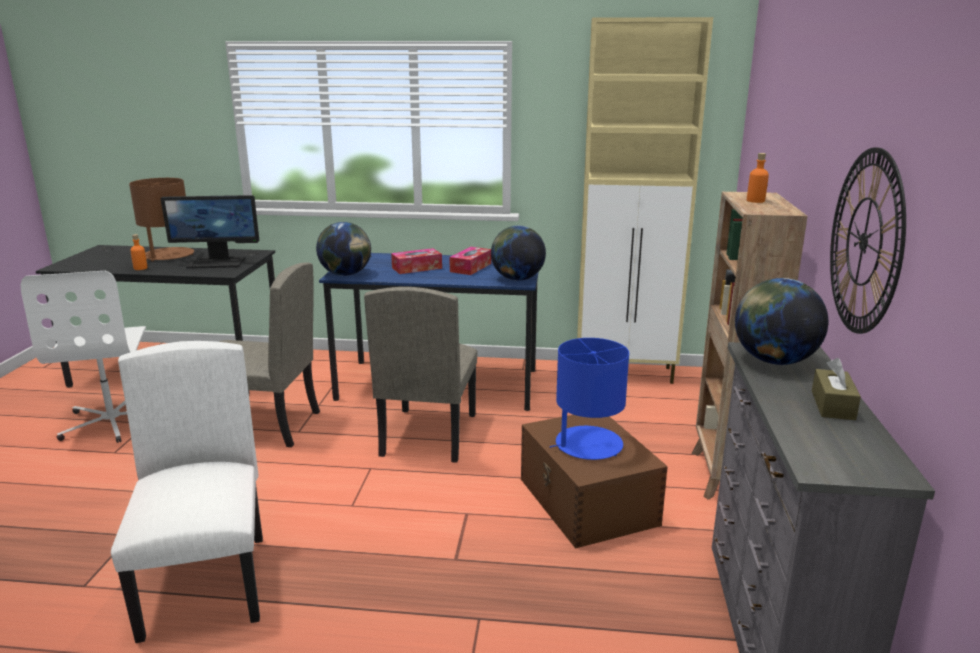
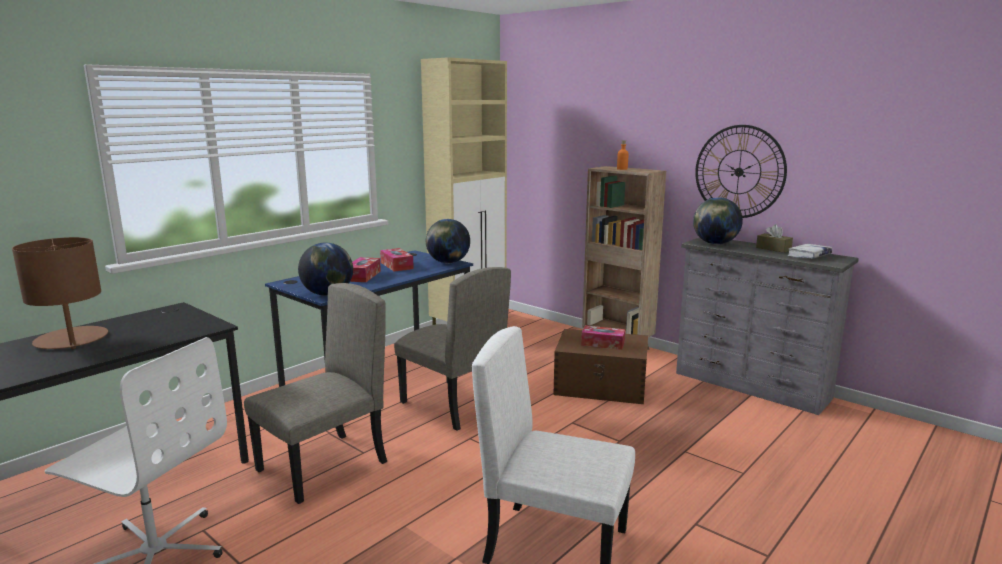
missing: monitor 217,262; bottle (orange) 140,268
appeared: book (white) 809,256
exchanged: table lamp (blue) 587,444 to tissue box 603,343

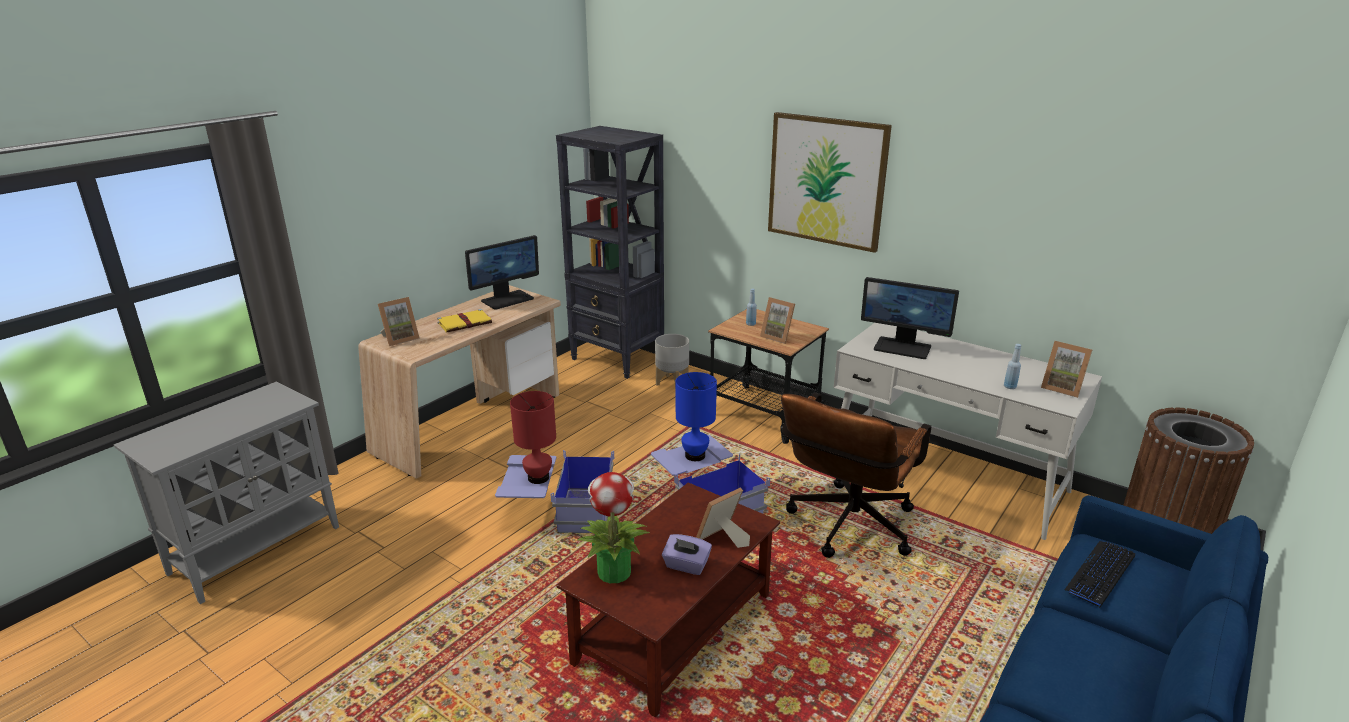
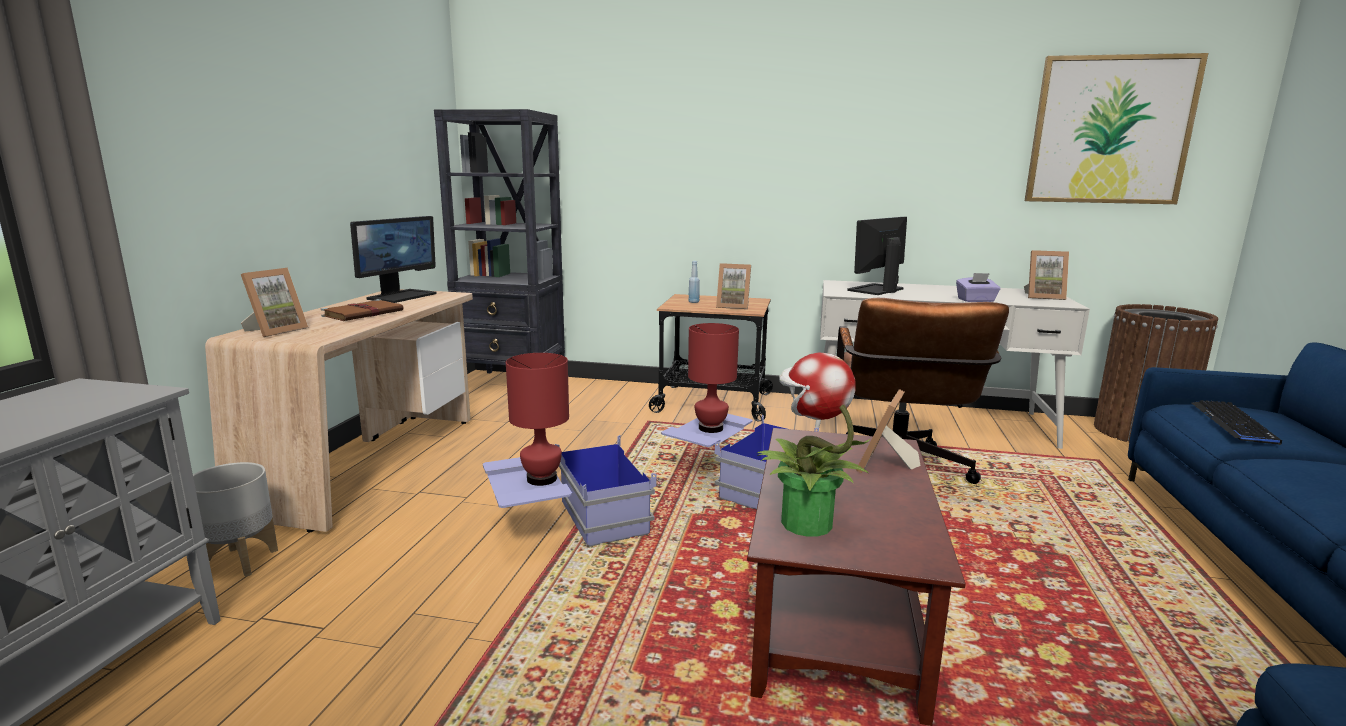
missing: bottle (blue) 1009,387
relocated: picture 826,181 to 1110,131; planter (grey) 672,382 to 239,562; tissue box (purple) 686,565 to 976,300
colour: book (yellow) 465,323 to book (brown) 364,313; table lamp (blue) 694,455 to table lamp (red) 710,428
spun: monitor 903,347 = 876,290 135 degrees clockwise

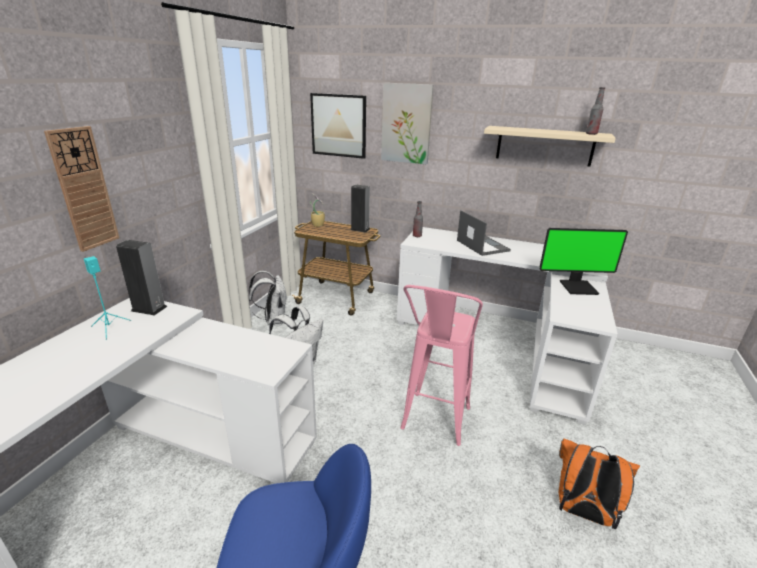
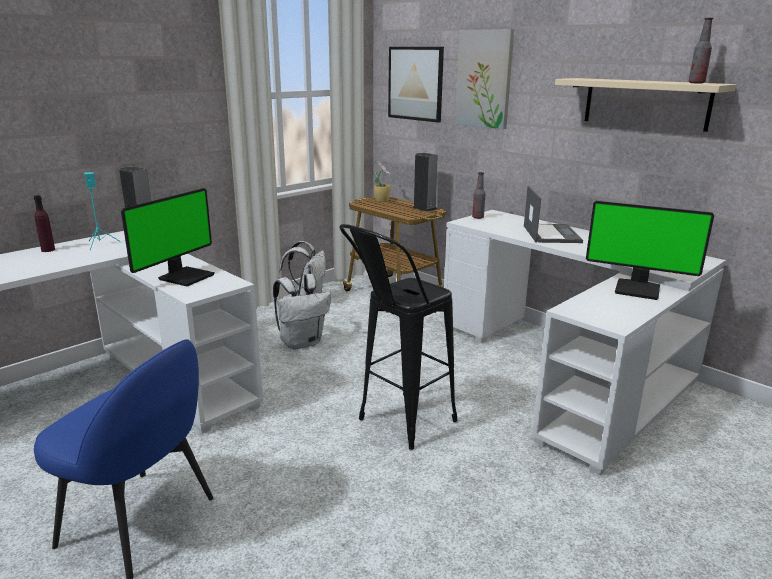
missing: wall clock 84,189; backpack (orange) 582,512
appeared: monitor 185,276; bottle (purple) 48,250
colour: stool (pink) 433,426 to stool (black) 397,426

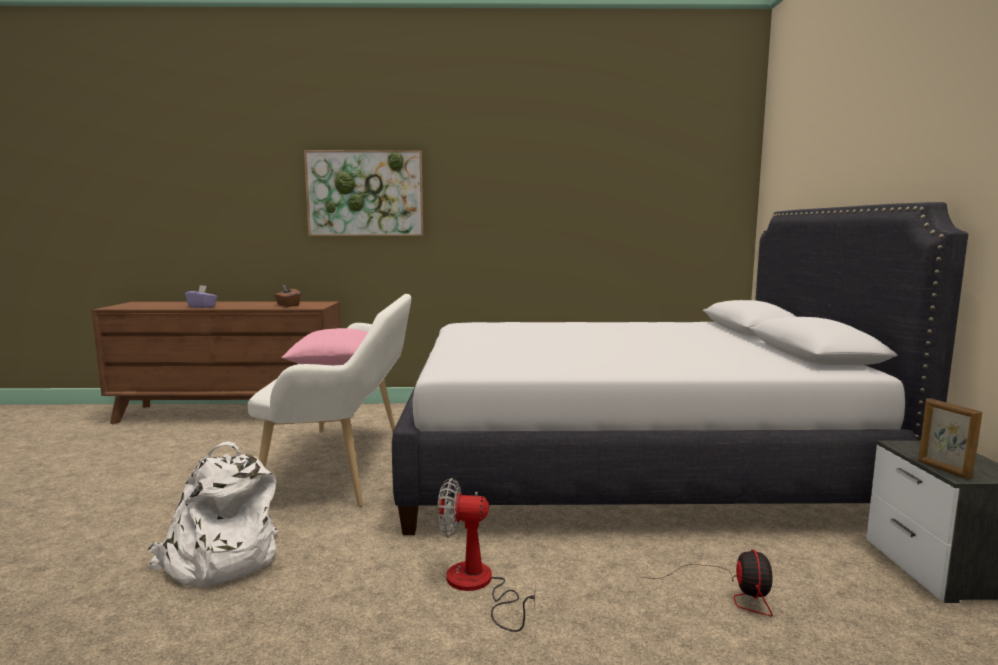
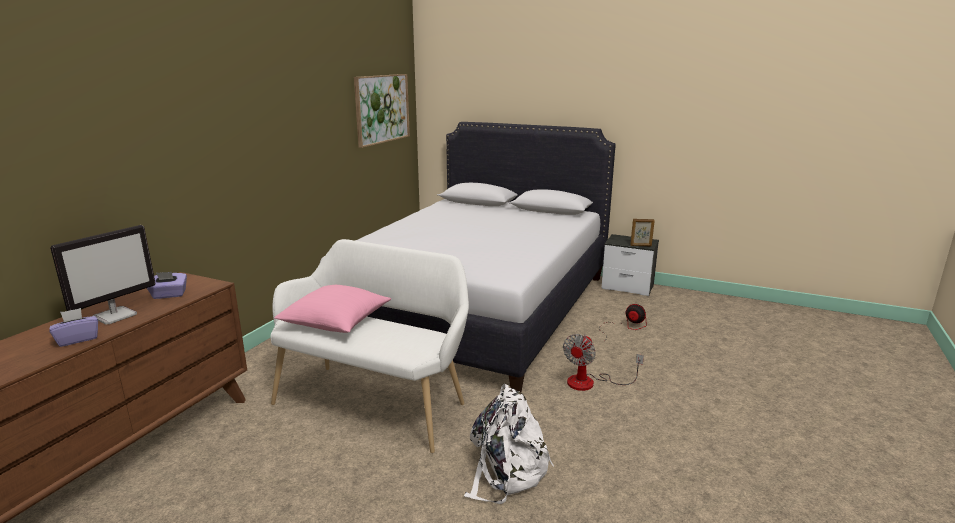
appeared: monitor 115,315
relocated: picture 365,193 to 382,108
colour: tissue box (brown) 287,305 to tissue box (purple) 169,295

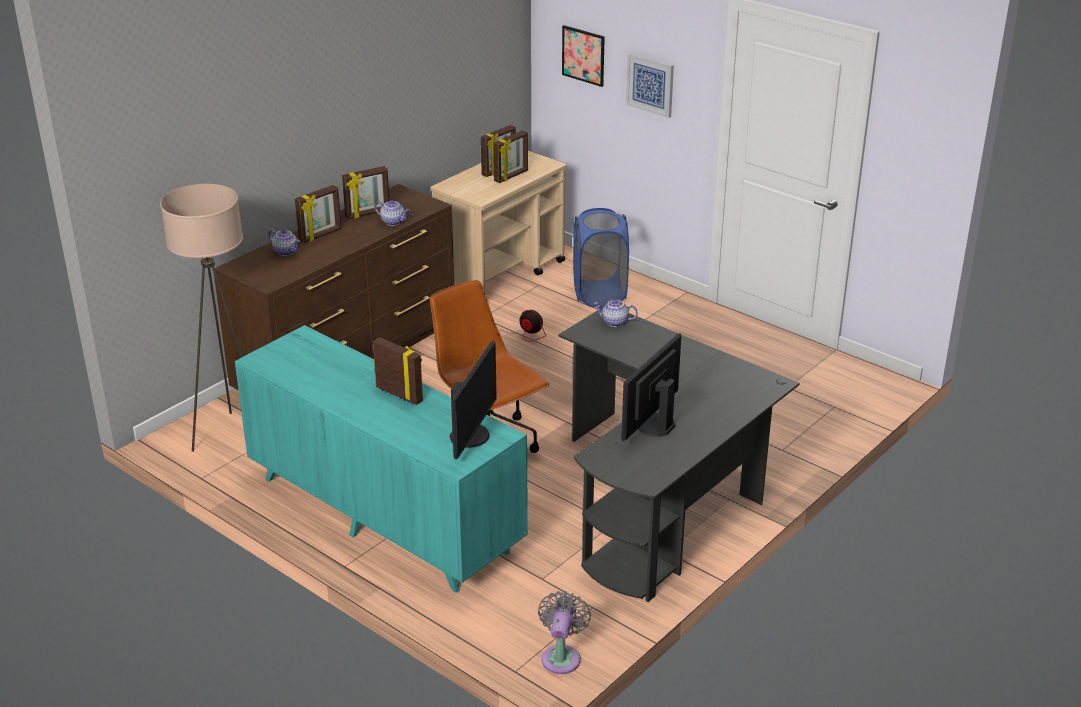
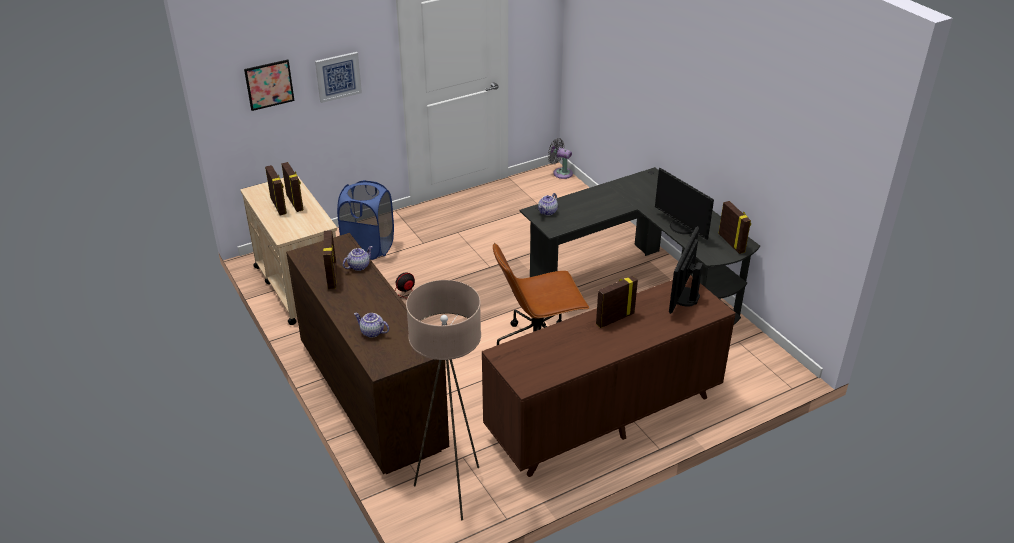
relocated: picture frame 321,235 to 732,243; fan (grey) 562,656 to 560,173
colour: dresser (turquoise) 383,514 to dresser (brown) 604,417
spun: teapot 286,252 = 371,332 120 degrees counterclockwise; monitor 471,436 = 683,296 105 degrees counterclockwise

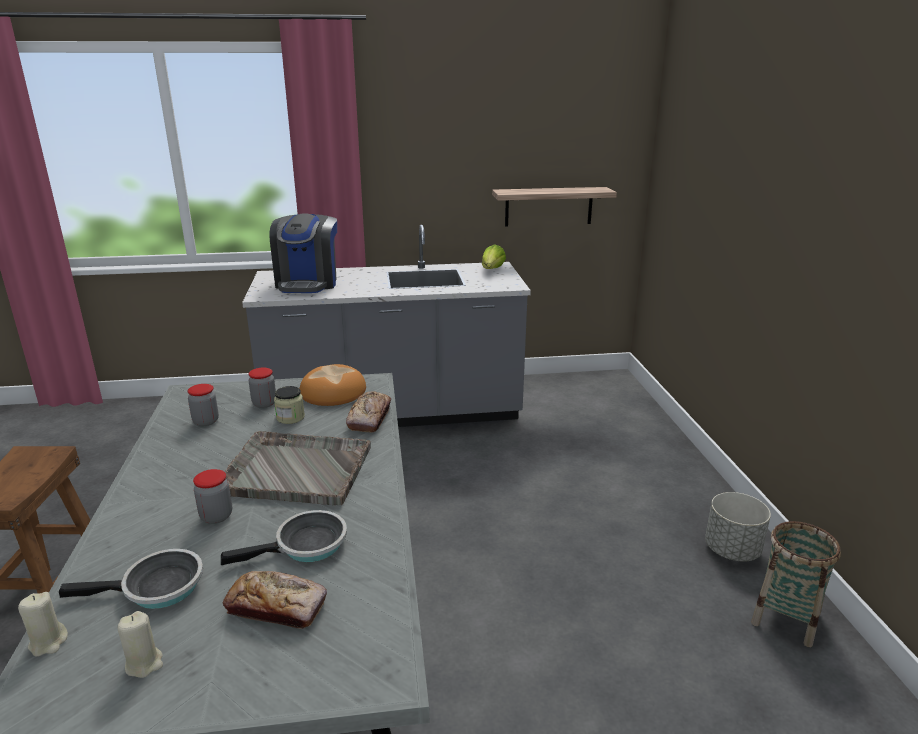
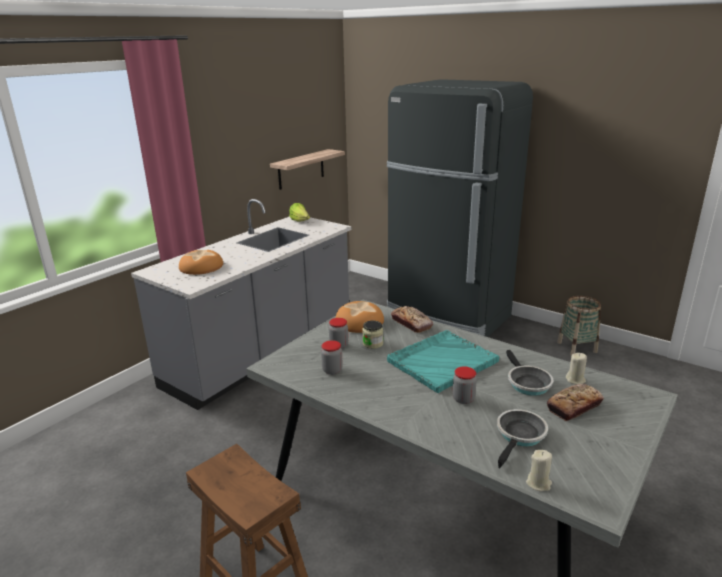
missing: planter (grey) 732,550
appeared: fridge (black) 448,318
relocated: candle (beige) 144,663 to 575,380
exchanged: coffee machine 308,283 to bread 201,267
colour: tray (grey) 295,470 to tray (turquoise) 441,362
spun: frying pan 306,546 = 527,383 150 degrees clockwise

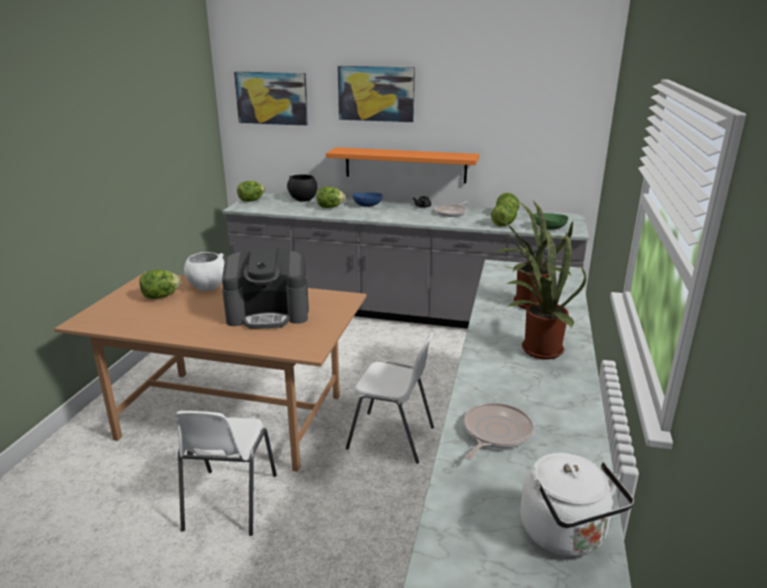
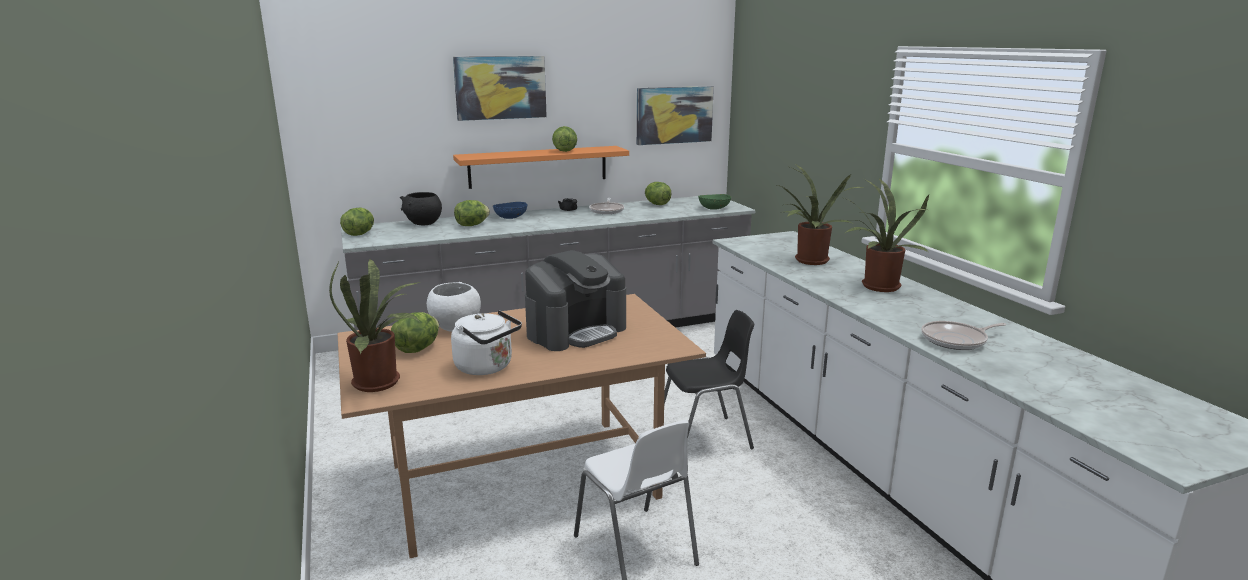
appeared: potted plant 382,382
relocated: picture 272,98 to 674,115; lettuce 503,224 to 565,151; kettle (white) 566,535 to 487,367
colour: chair (white) 392,438 to chair (black) 704,438
spun: frying pan 495,433 = 956,340 105 degrees counterclockwise

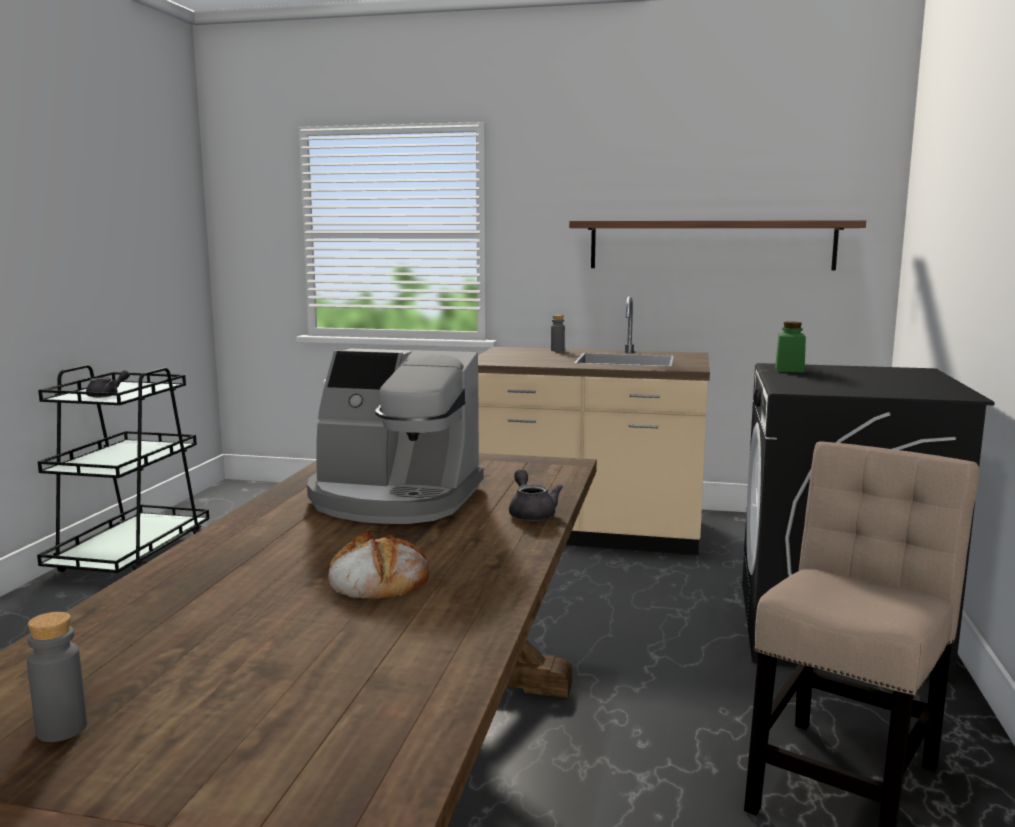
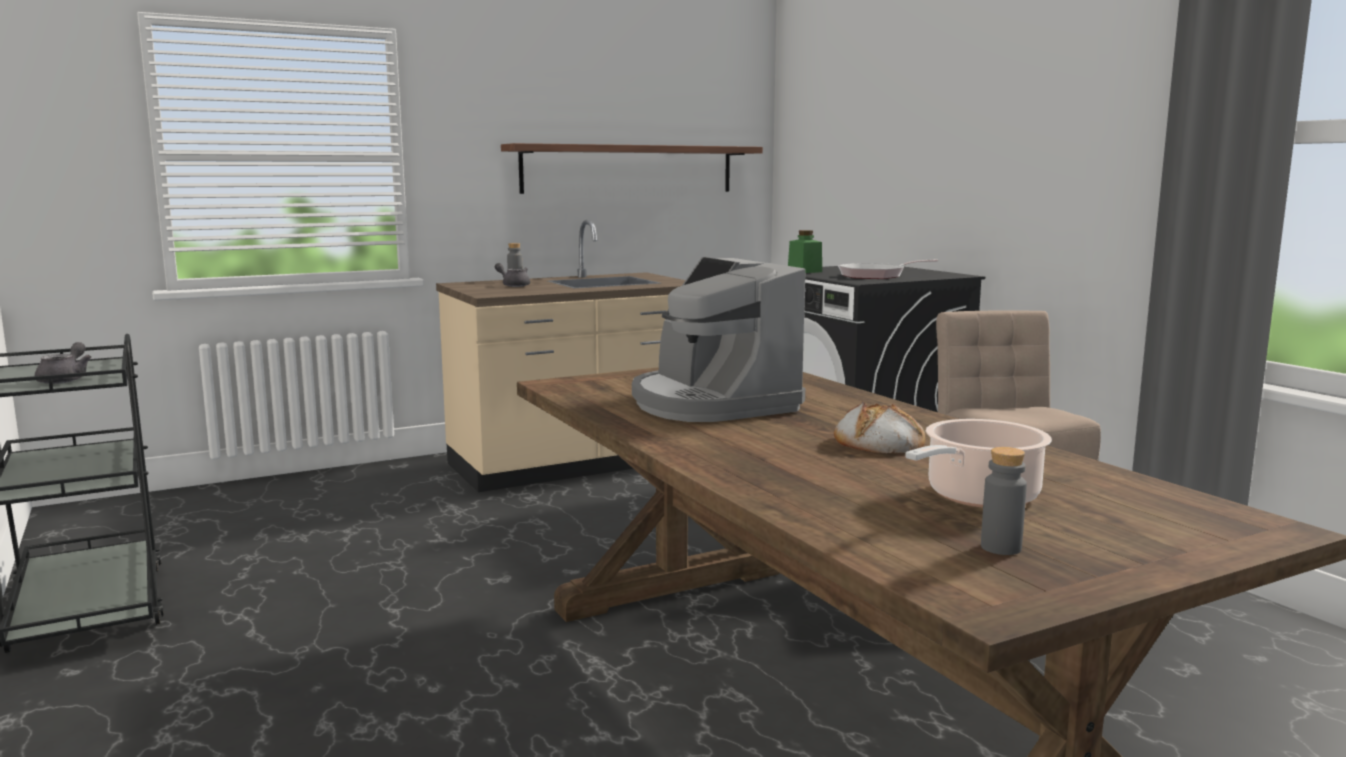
appeared: frying pan 876,276; cooking pot 978,497
relocated: teapot (grey) 531,513 to 513,285
spun: coffee machine 394,498 = 711,403 90 degrees clockwise

